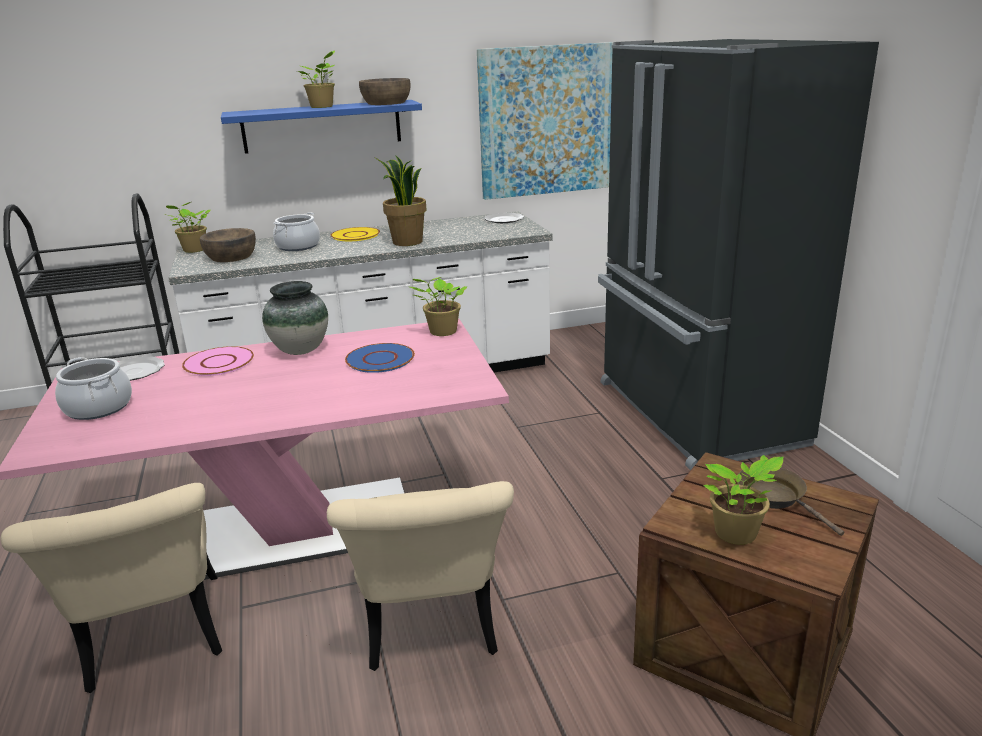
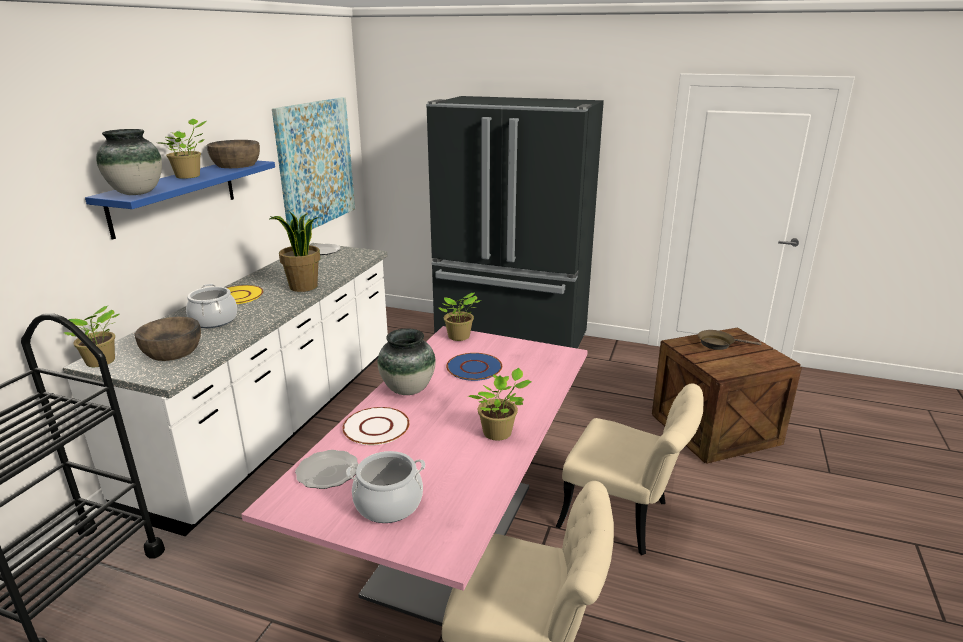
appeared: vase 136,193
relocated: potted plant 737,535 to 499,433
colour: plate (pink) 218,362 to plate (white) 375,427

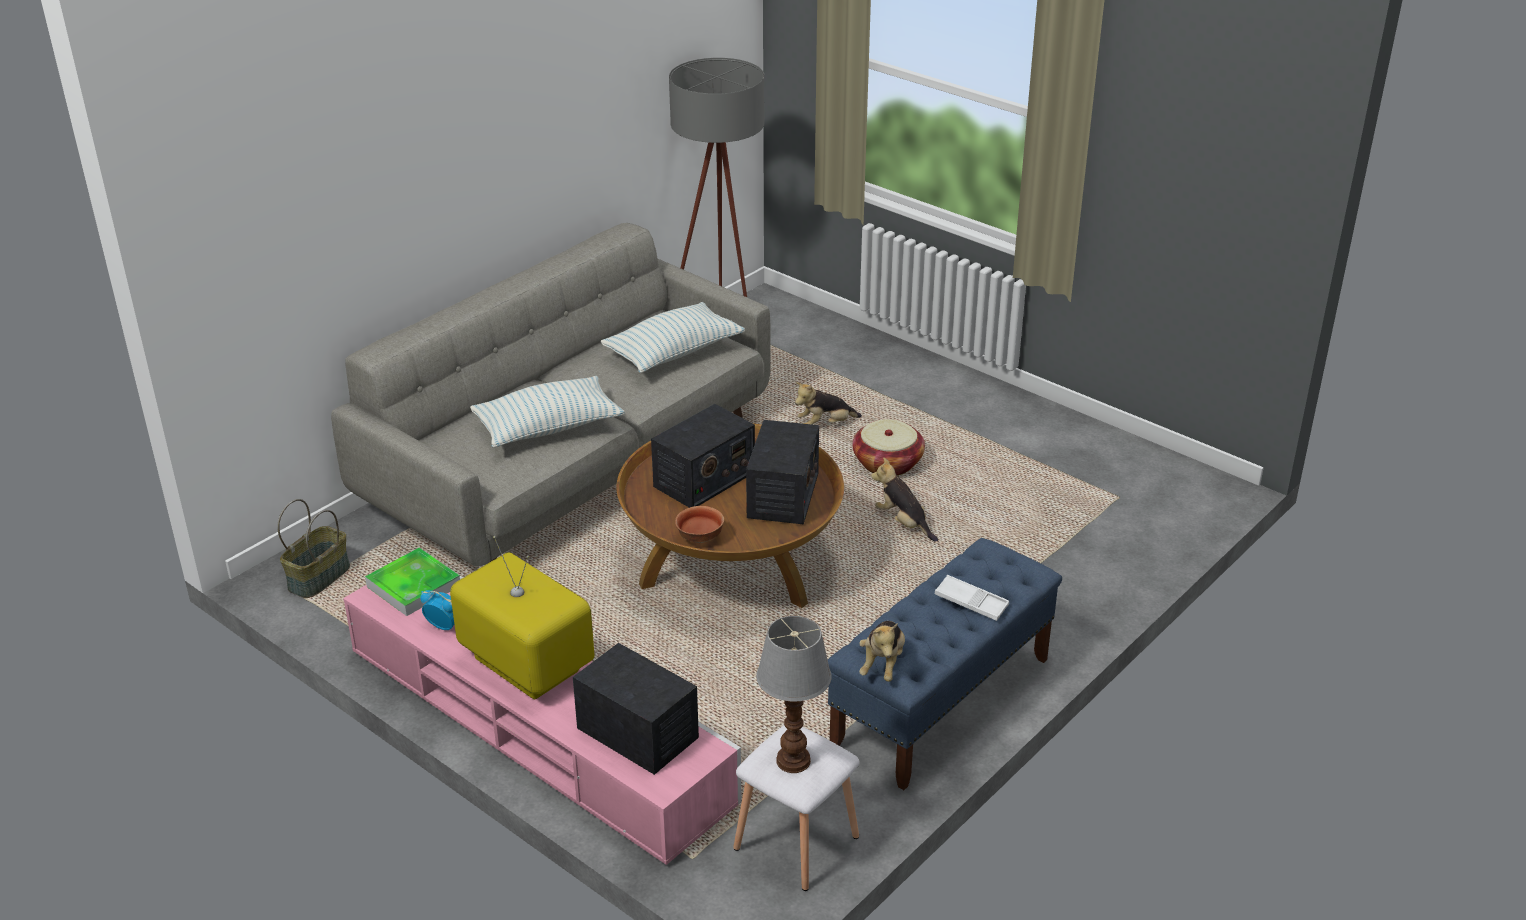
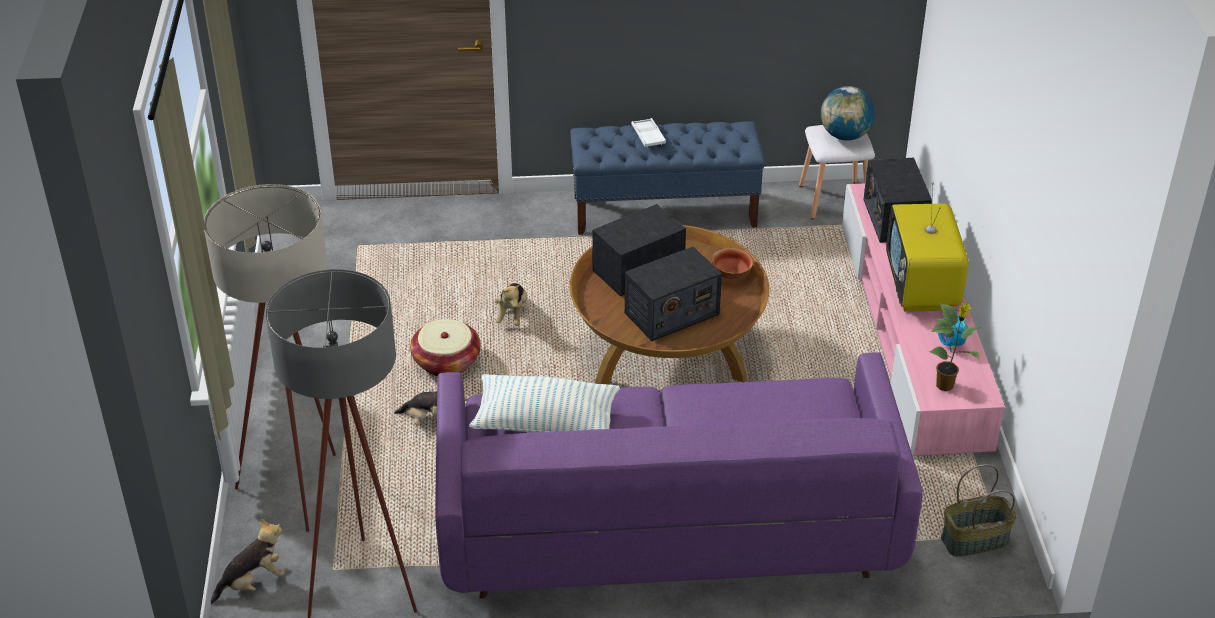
missing: pillow 548,427
appeared: floor lamp (beige) 303,483
relocated: plush toy 882,664 to 253,582
exchanged: tray 413,586 to potted plant 946,385; table lamp 792,760 to globe 845,136
colour: sofa (grey) 572,463 to sofa (purple) 666,523
spun: radio 704,479 = 671,314 150 degrees clockwise

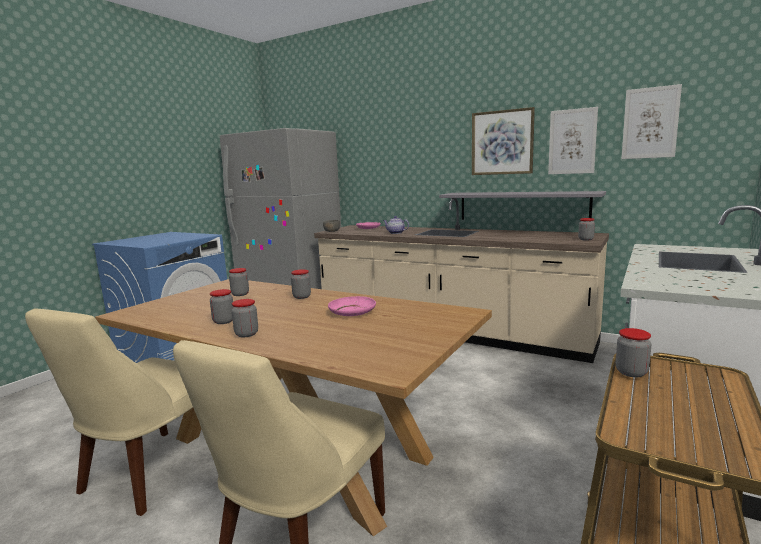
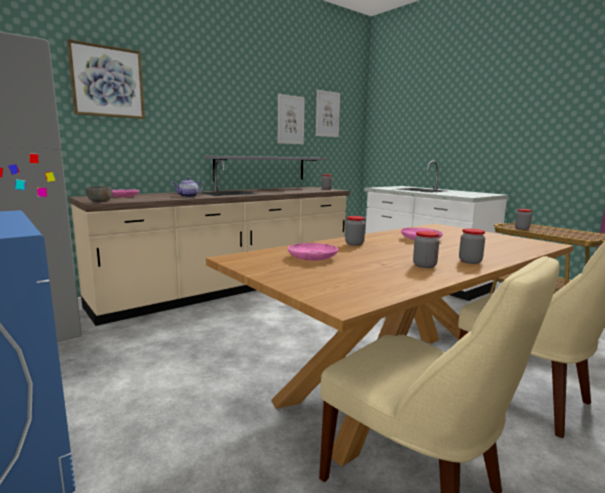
relocated: picture 502,142 to 107,82
exchanged: jar 240,294 to plate (pink) 312,257

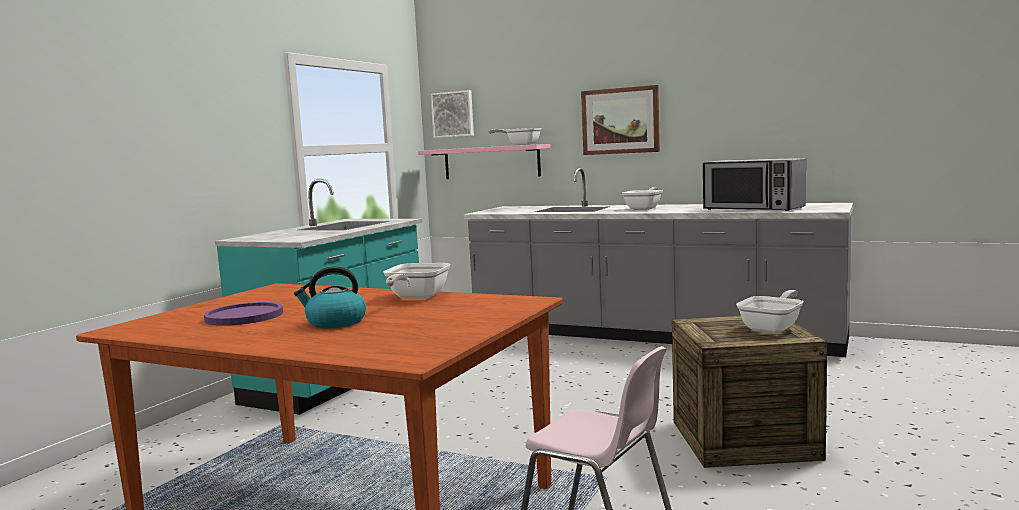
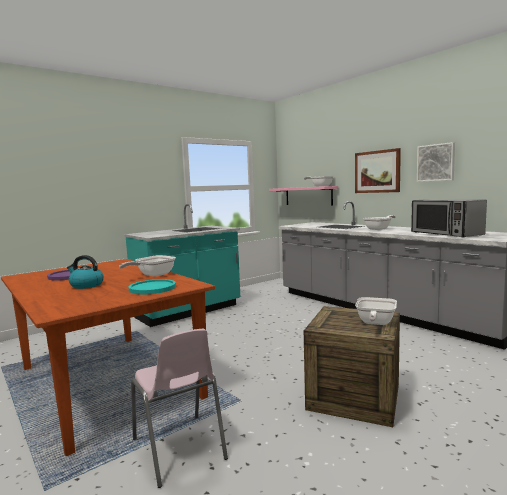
appeared: plate (turquoise) 152,288
relocated: picture 453,114 to 436,162
spun: frying pan 773,328 = 375,323 135 degrees clockwise

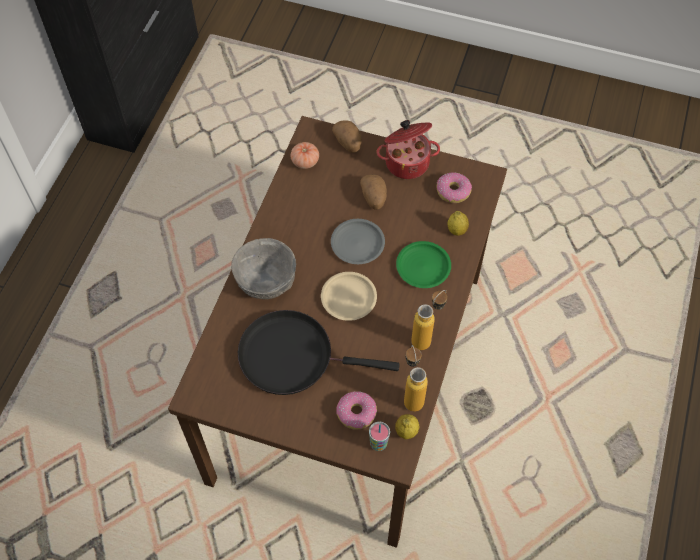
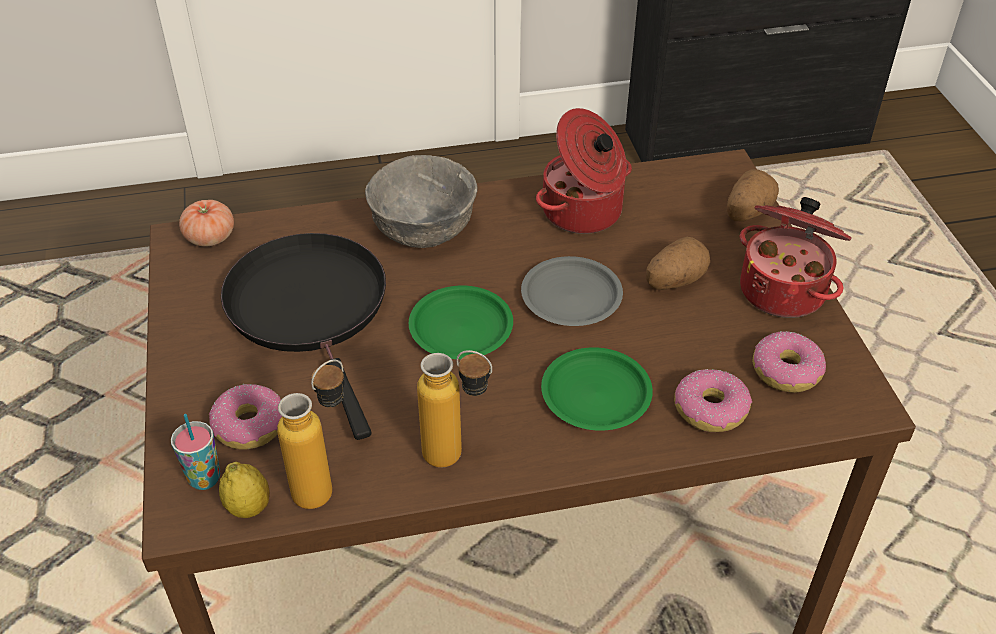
appeared: cooking pot 583,212
relocated: tomato 305,161 to 210,237
exchanged: lemon 457,230 to donut 711,409
colour: plate (beige) 348,298 to plate (green) 461,327

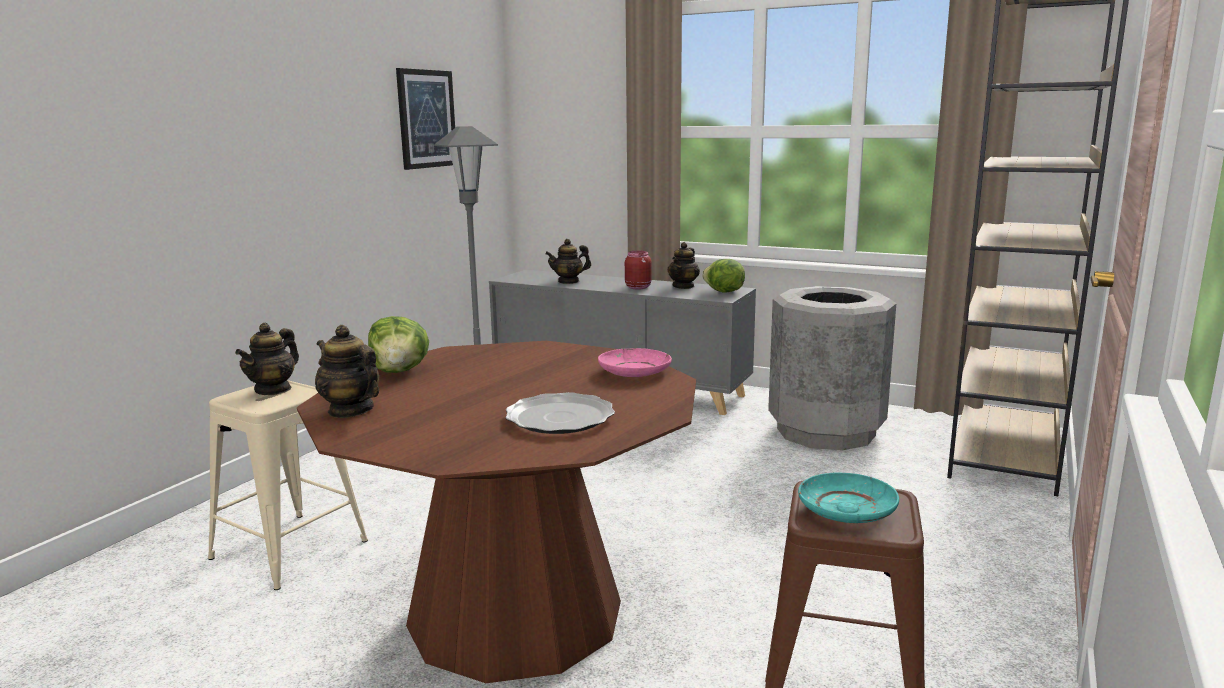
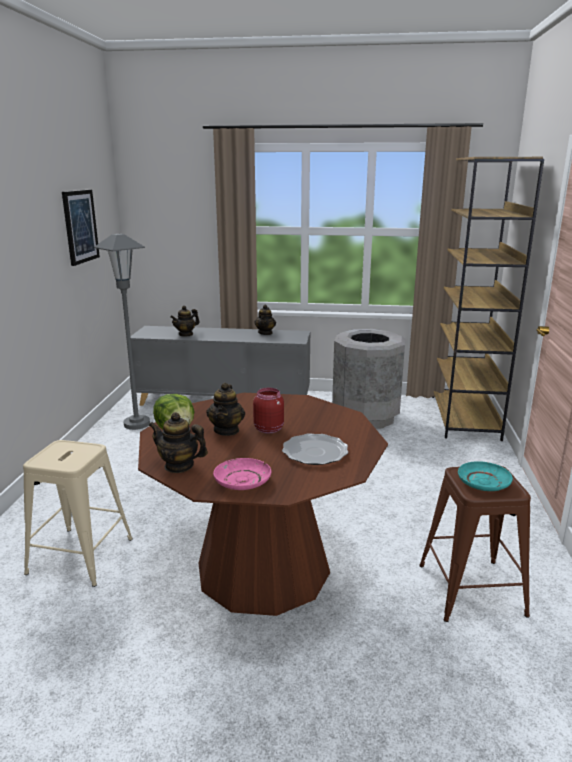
missing: lettuce 723,292
relocated: jar (red) 638,287 to 268,429; teapot 273,390 to 227,430; plate (pink) 634,371 to 242,481

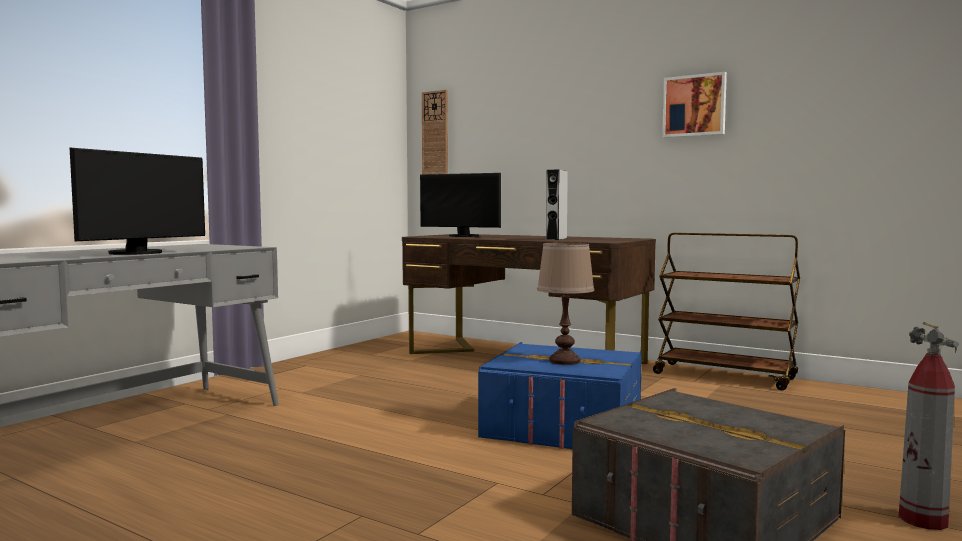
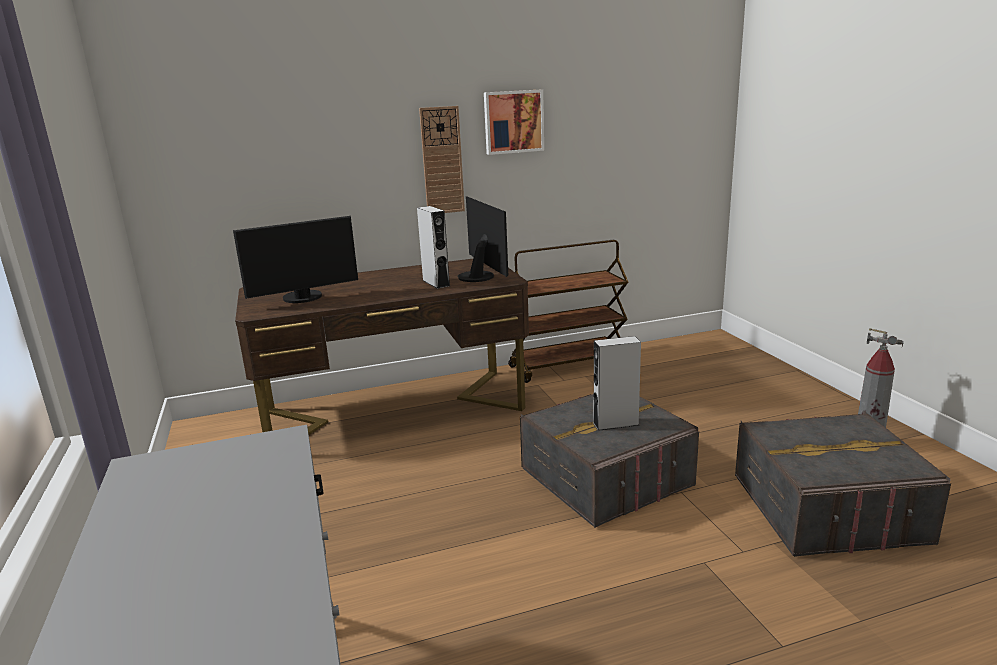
relocated: wall clock 435,132 to 442,161; monitor 139,253 to 480,276
exchanged: table lamp (brown) 564,361 to speaker (grey) 615,424
colour: storage box (blue) 563,426 to storage box (grey) 605,477

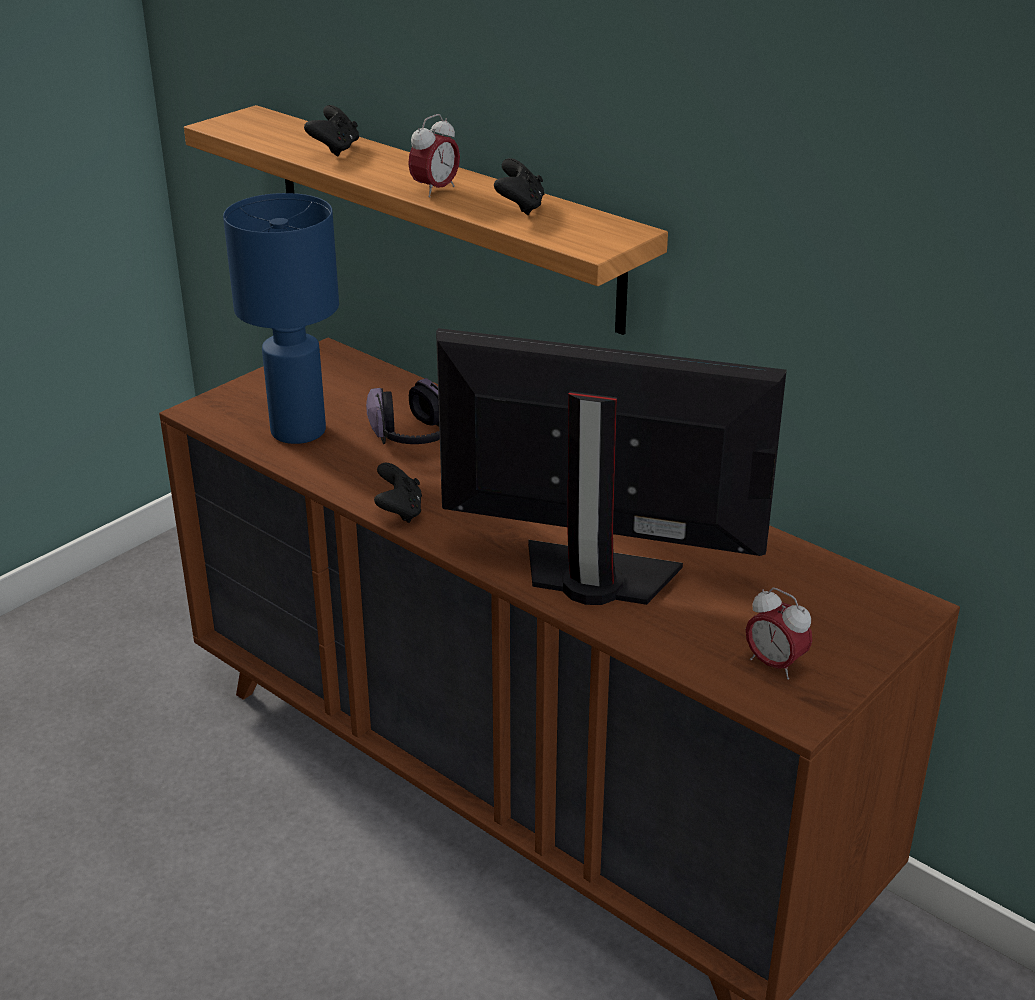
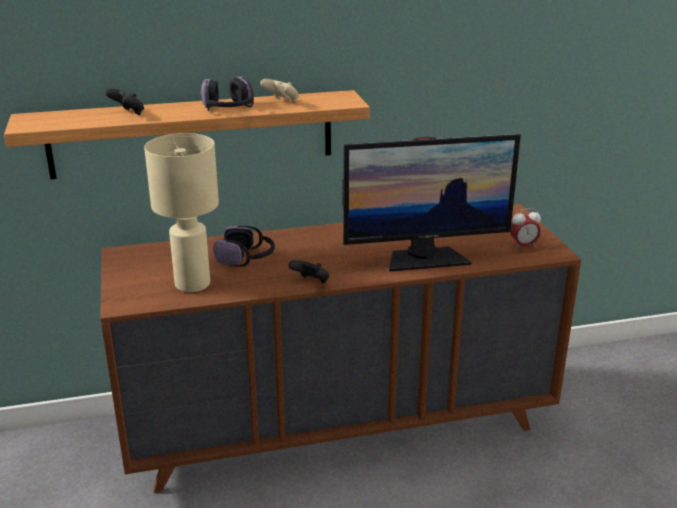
exchanged: alarm clock 435,190 to headphones 229,109
colour: game controller (black) 520,207 to game controller (beige) 282,102; table lamp (blue) 300,431 to table lamp (beige) 193,284
spun: monitor 595,578 = 424,258 150 degrees counterclockwise

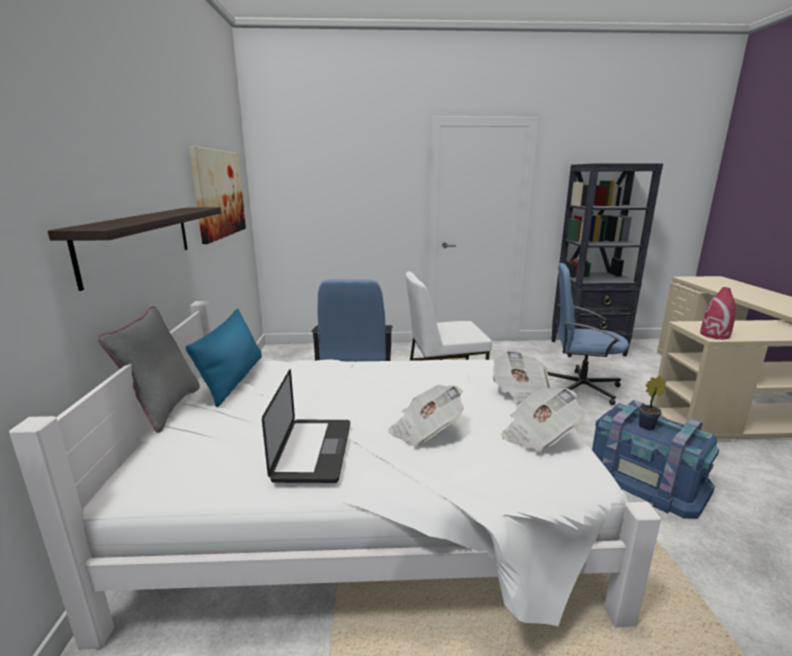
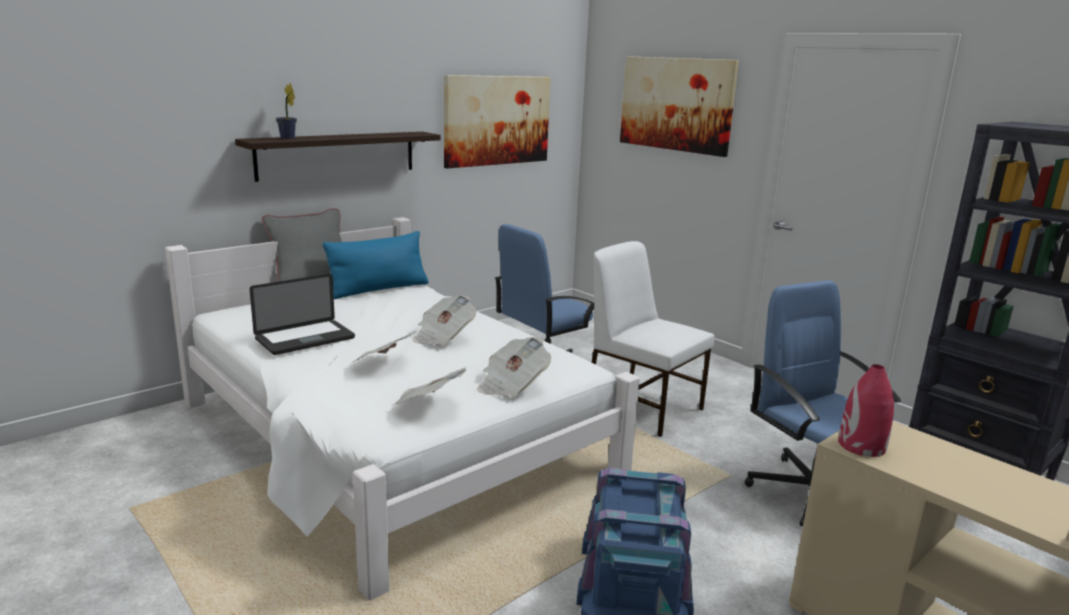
appeared: picture 676,104; newspaper 443,336
relocated: potted plant 648,427 to 288,138

